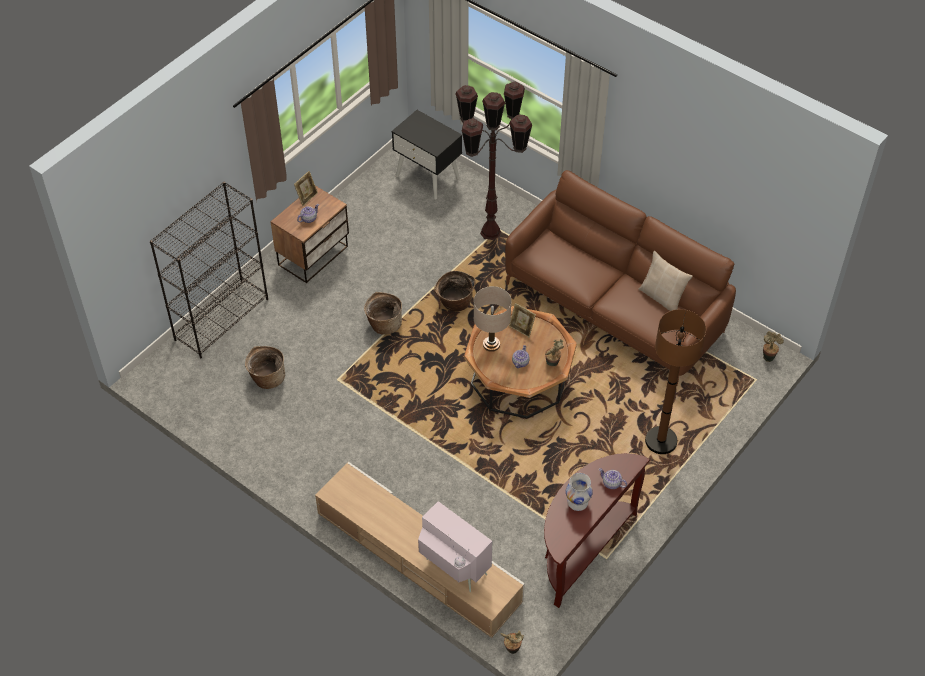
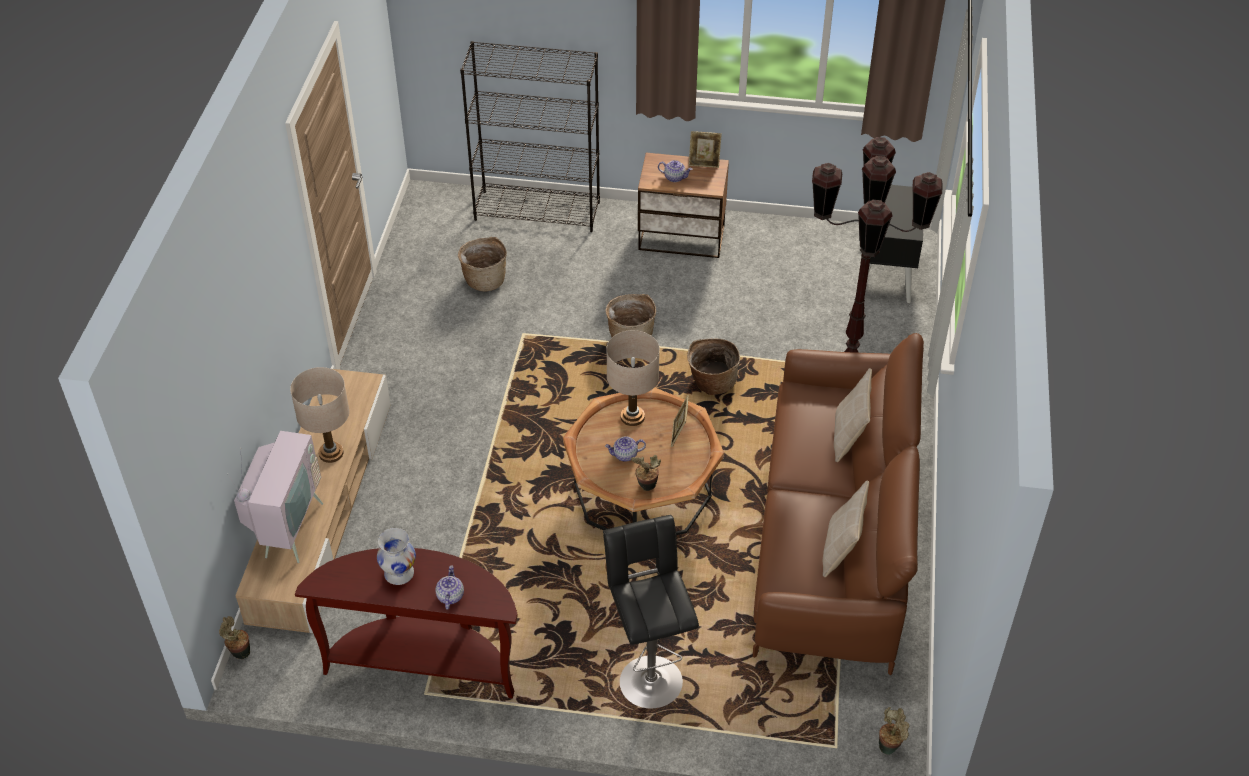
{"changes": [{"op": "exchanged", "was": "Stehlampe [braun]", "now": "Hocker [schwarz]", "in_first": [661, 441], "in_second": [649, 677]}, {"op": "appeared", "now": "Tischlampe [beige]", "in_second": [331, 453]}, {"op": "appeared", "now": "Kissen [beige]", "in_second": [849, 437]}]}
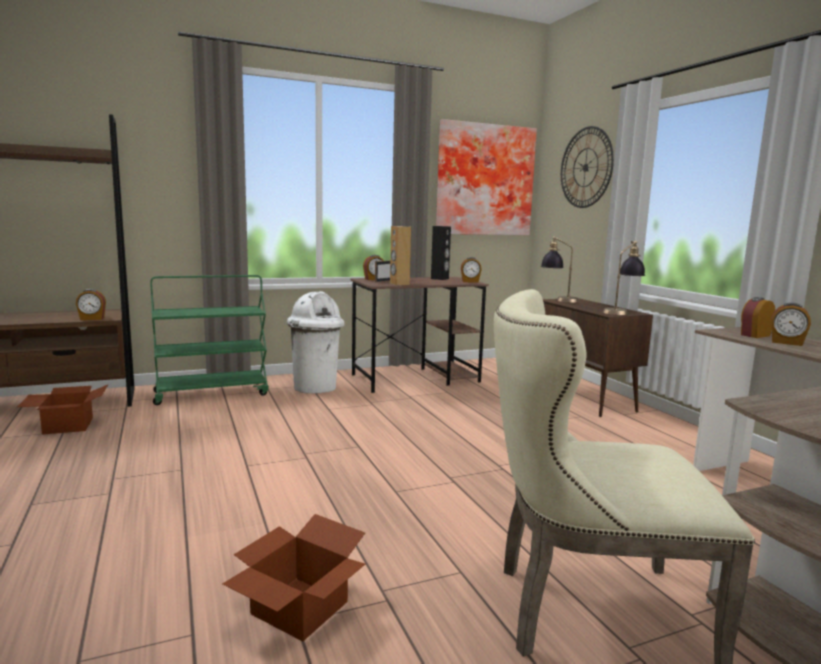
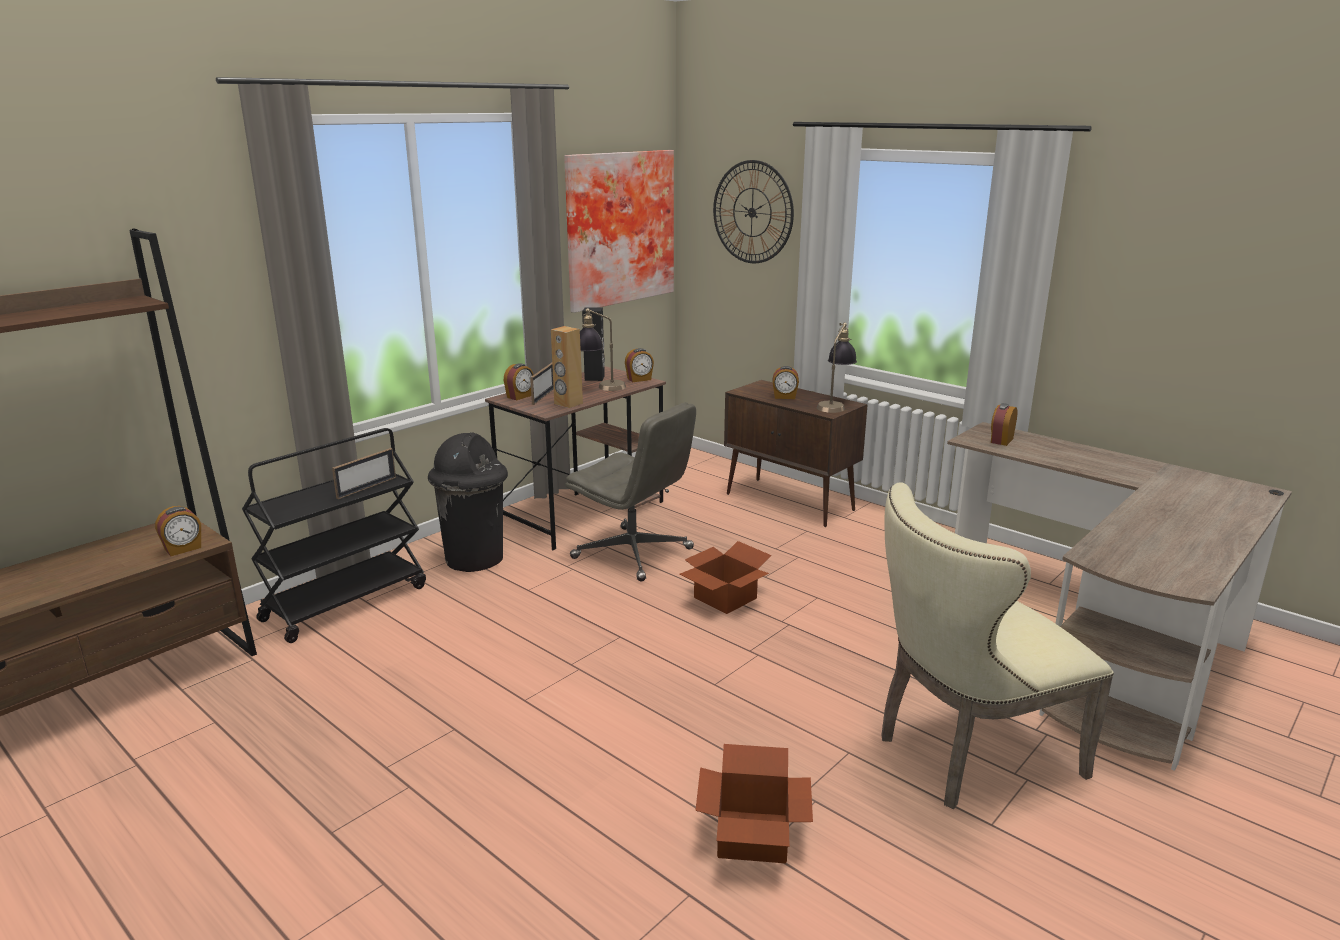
{"changes": [{"op": "relocated", "was": "Tischlampe", "in_first": [558, 300], "in_second": [601, 388]}, {"op": "colour", "was": "Rollwagen [grün]", "now": "Rollwagen [schwarz]", "in_first": [212, 393], "in_second": [346, 602]}, {"op": "colour", "was": "Mülleimer [weiß]", "now": "Mülleimer [schwarz]", "in_first": [316, 388], "in_second": [475, 559]}, {"op": "relocated", "was": "Wecker", "in_first": [786, 343], "in_second": [784, 397]}, {"op": "relocated", "was": "Karton", "in_first": [67, 425], "in_second": [723, 598]}, {"op": "appeared", "now": "Bürostuhl [grau]", "in_second": [634, 554]}, {"op": "appeared", "now": "Bilderrahmen", "in_second": [367, 487]}]}
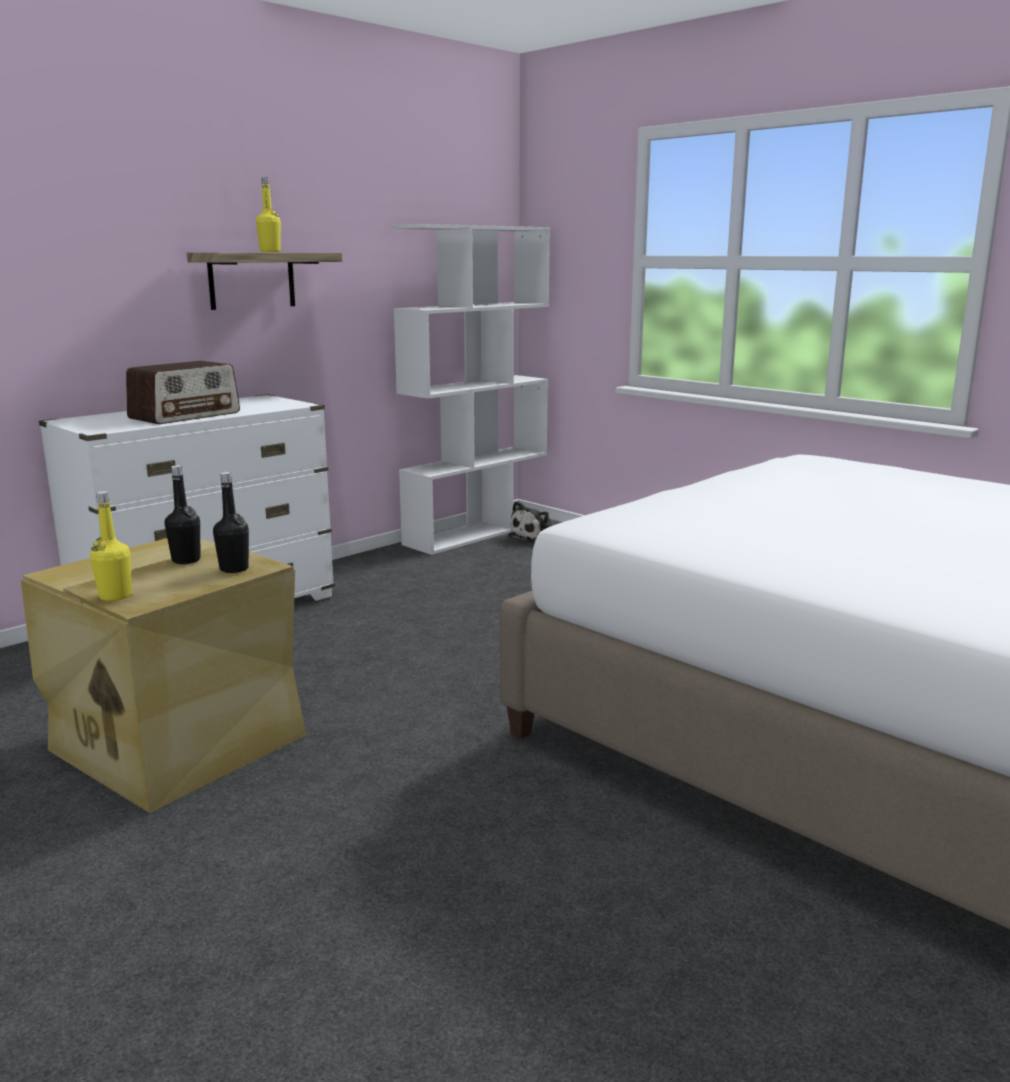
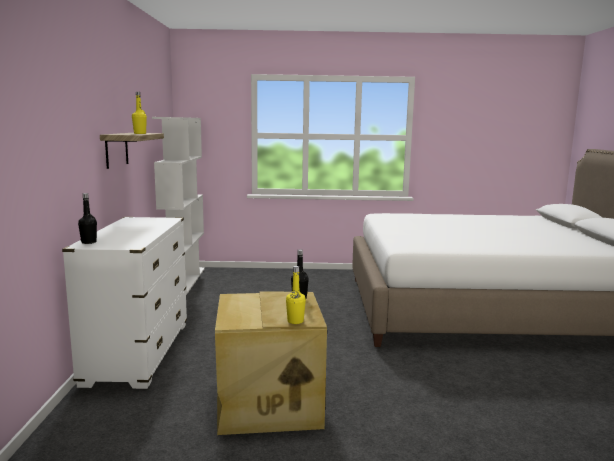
{"changes": [{"op": "missing", "was": "Radio", "in_first": [185, 415]}, {"op": "relocated", "was": "Flasche [schwarz]", "in_first": [186, 560], "in_second": [89, 242]}, {"op": "missing", "was": "Plüschtier", "in_first": [535, 537]}]}
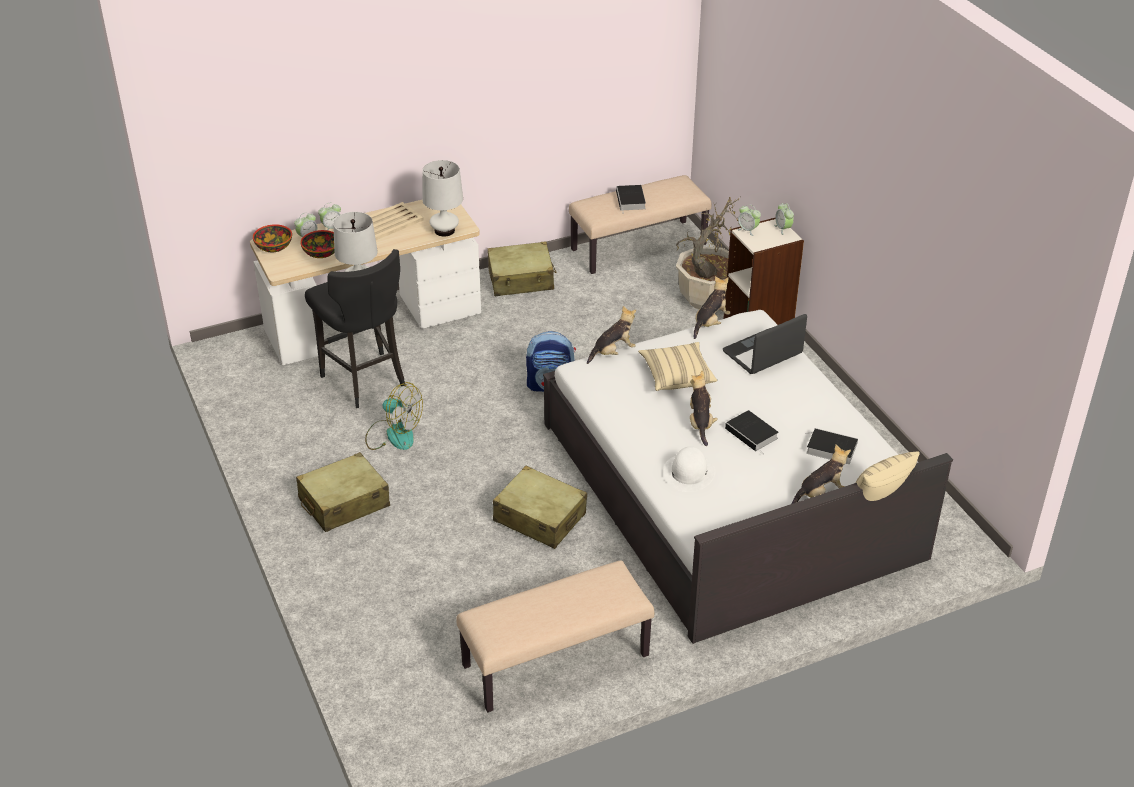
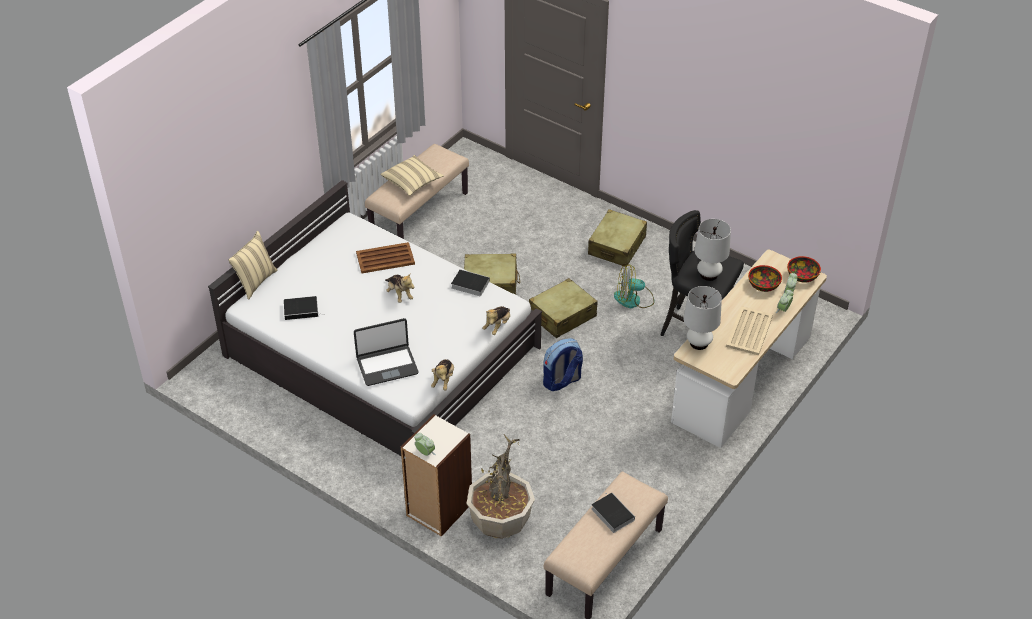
{"changes": [{"op": "missing", "was": "Wecker", "in_first": [748, 230]}, {"op": "relocated", "was": "Koffer [beige]", "in_first": [521, 279], "in_second": [562, 316]}, {"op": "spun", "was": "Laptop", "in_first": [763, 353], "in_second": [387, 366], "clockwise": 45}, {"op": "relocated", "was": "Kissen [beige]", "in_first": [677, 376], "in_second": [412, 182]}, {"op": "relocated", "was": "Buch", "in_first": [753, 434], "in_second": [469, 284]}, {"op": "missing", "was": "Plüschtier", "in_first": [820, 494]}, {"op": "exchanged", "was": "Hut [weiß]", "now": "Tablett [braun]", "in_first": [689, 472], "in_second": [386, 258]}]}
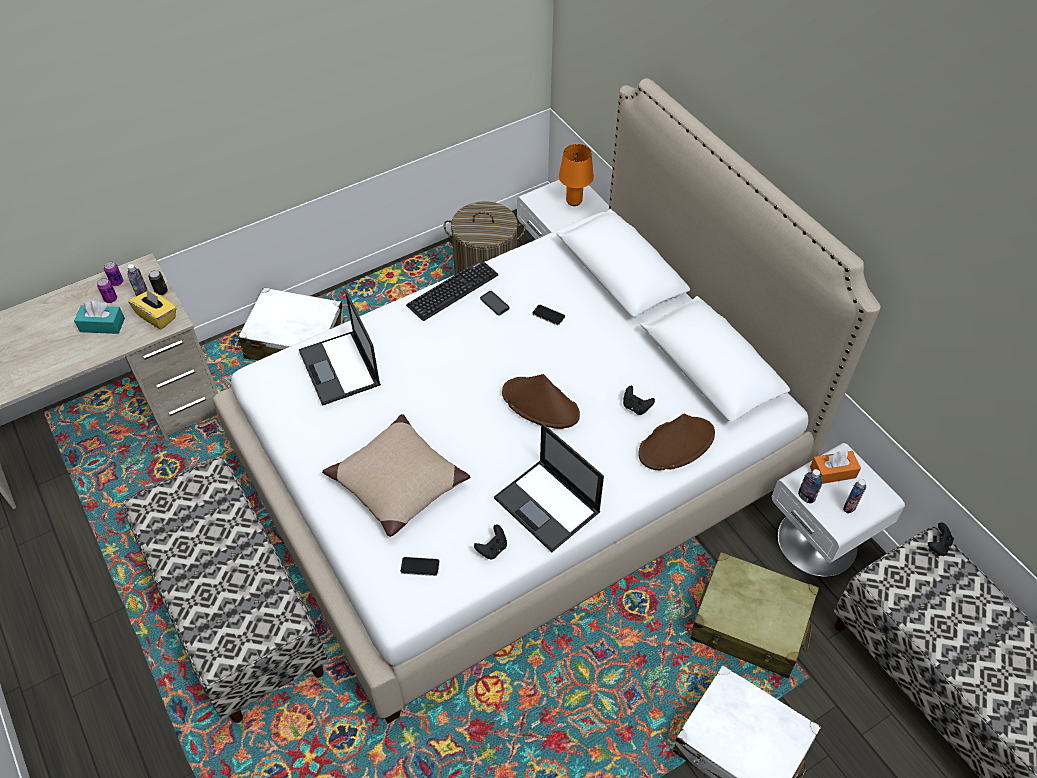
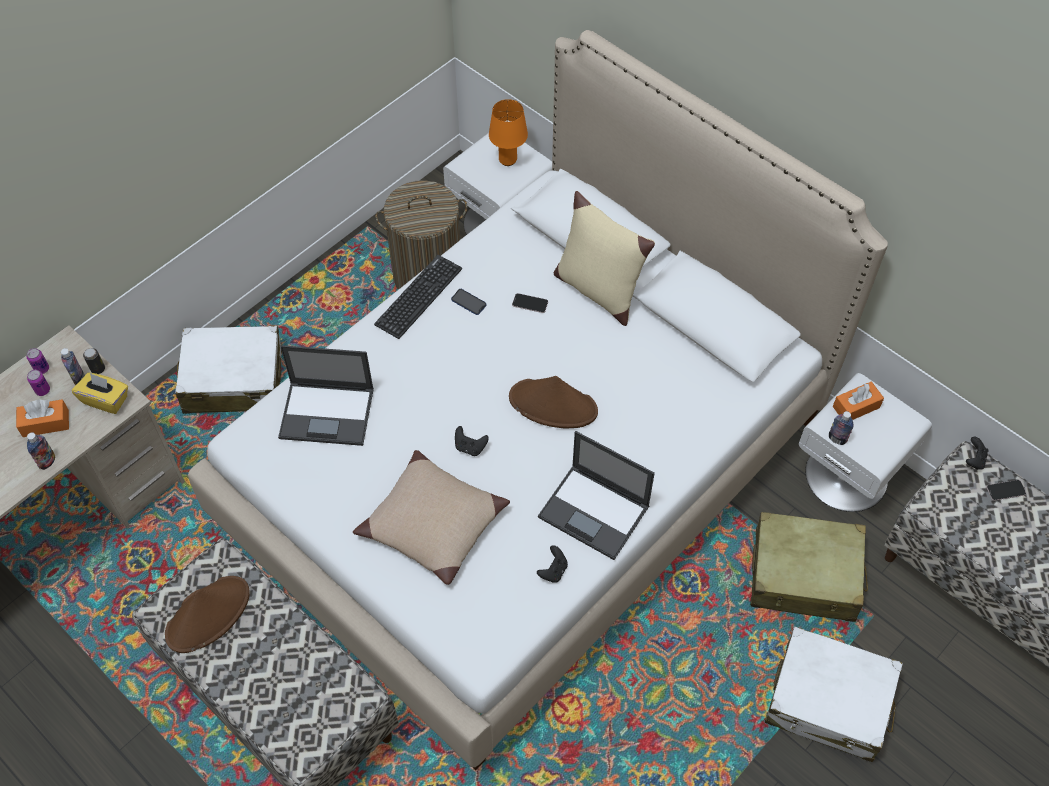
{"changes": [{"op": "spun", "was": "Laptop", "in_first": [340, 369], "in_second": [328, 413], "clockwise": -45}, {"op": "colour", "was": "Taschentuchbox [türkis]", "now": "Taschentuchbox [orange]", "in_first": [102, 325], "in_second": [45, 423]}, {"op": "relocated", "was": "Gamepad [schwarz]", "in_first": [636, 407], "in_second": [470, 447]}, {"op": "relocated", "was": "Hut [braun]", "in_first": [676, 444], "in_second": [208, 614]}, {"op": "relocated", "was": "Flasche", "in_first": [849, 507], "in_second": [47, 462]}, {"op": "relocated", "was": "Handy", "in_first": [420, 566], "in_second": [1005, 490]}, {"op": "appeared", "now": "Kissen [beige]", "in_second": [597, 290]}]}
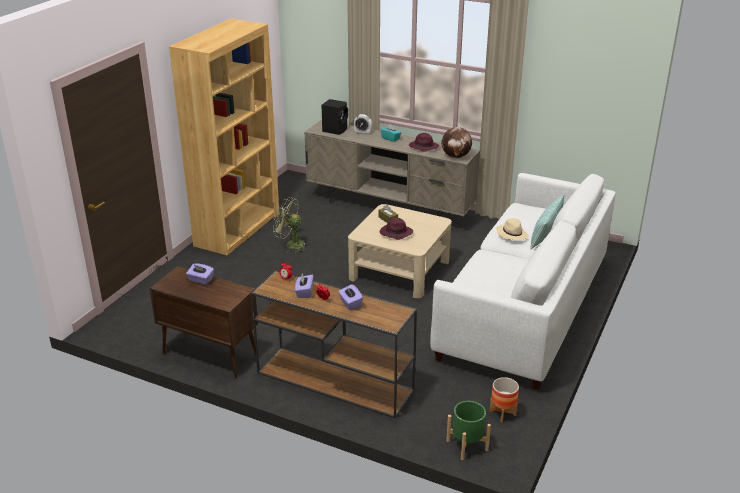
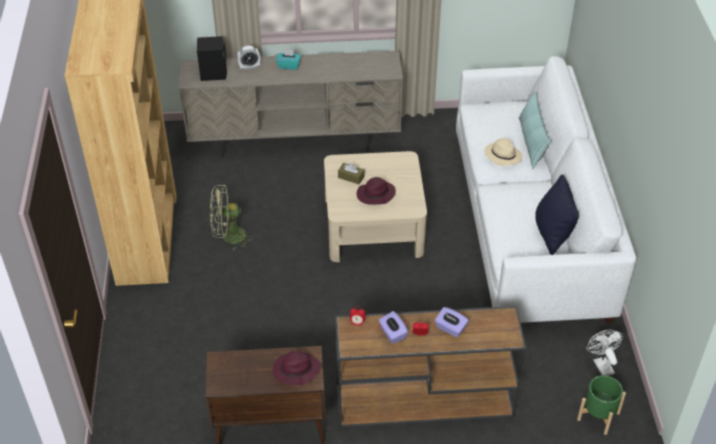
{"changes": [{"op": "missing", "was": "Globus", "in_first": [456, 156]}, {"op": "relocated", "was": "Hut [lila]", "in_first": [423, 147], "in_second": [295, 370]}, {"op": "missing", "was": "Taschentuchbox [lila]", "in_first": [201, 280]}, {"op": "exchanged", "was": "Pflanzkübel", "now": "Ventilator [weiß]", "in_first": [502, 413], "in_second": [601, 364]}, {"op": "appeared", "now": "Kissen [schwarz]", "in_second": [552, 233]}]}
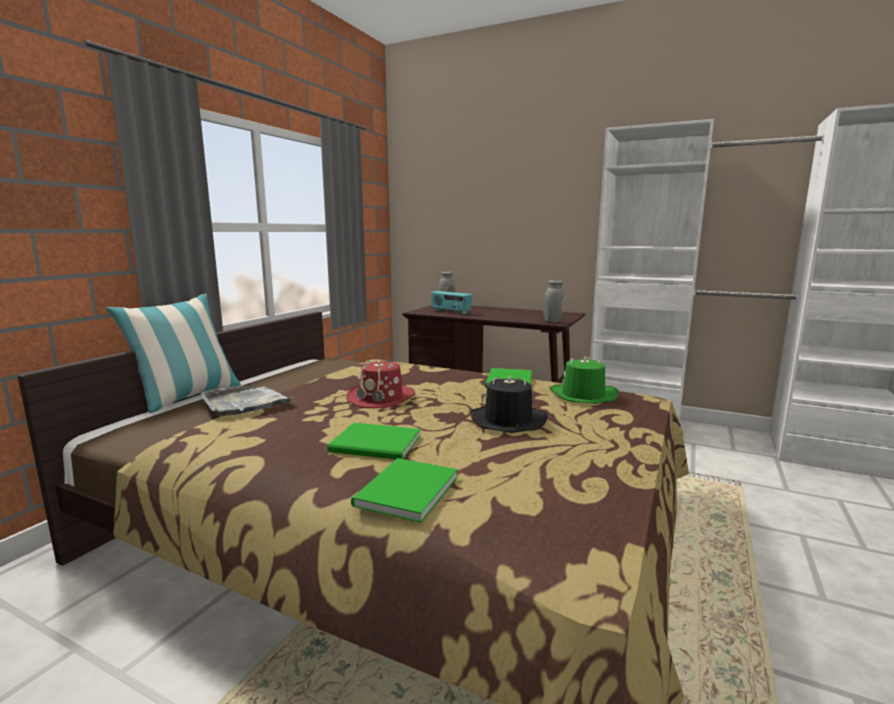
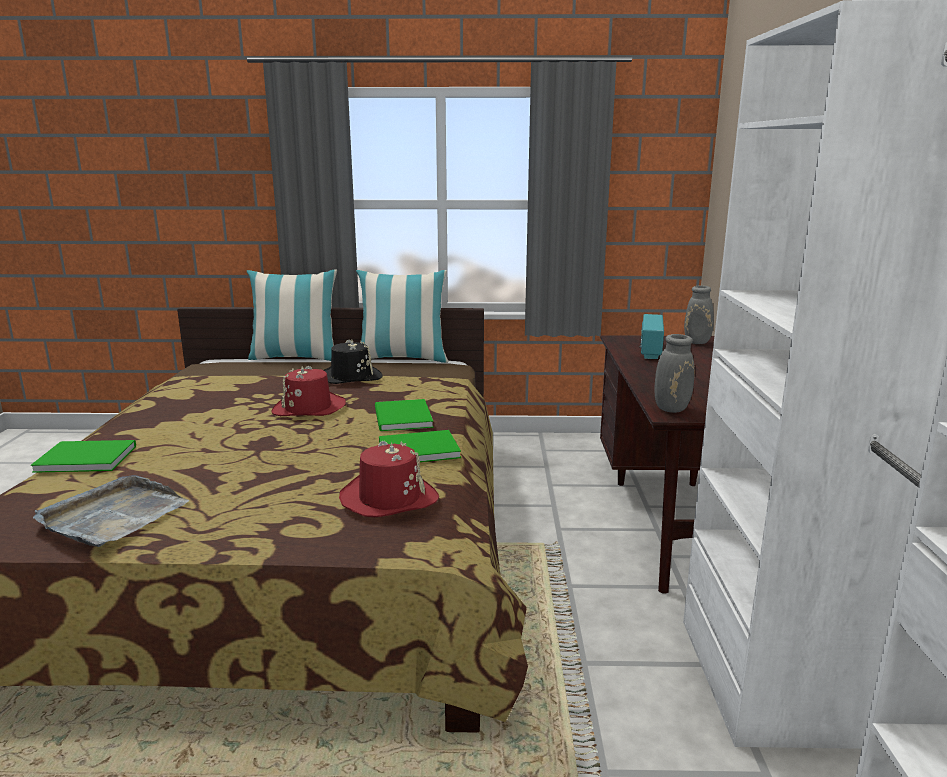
{"changes": [{"op": "colour", "was": "Hut [grün]", "now": "Hut [rot]", "in_first": [583, 395], "in_second": [388, 498]}, {"op": "relocated", "was": "Hut [schwarz]", "in_first": [508, 421], "in_second": [350, 377]}, {"op": "relocated", "was": "Tablett [grau]", "in_first": [245, 403], "in_second": [113, 516]}, {"op": "relocated", "was": "Buch [grün]", "in_first": [377, 445], "in_second": [401, 418]}, {"op": "appeared", "now": "Kissen", "in_second": [403, 358]}]}
